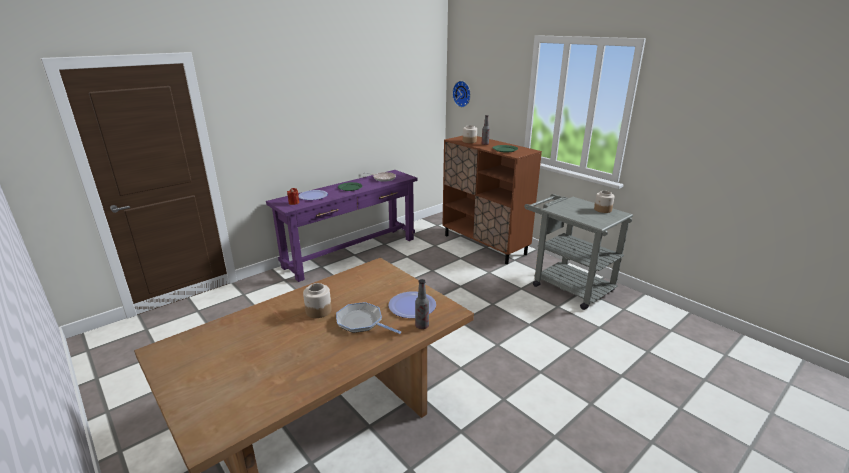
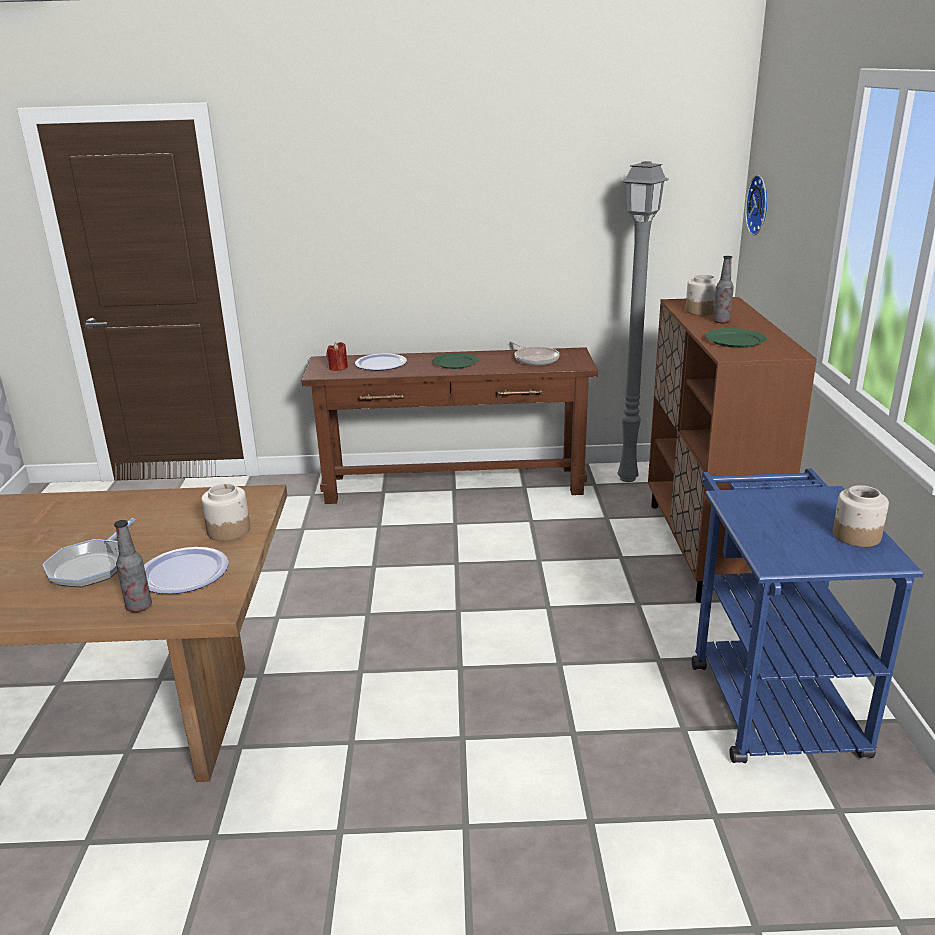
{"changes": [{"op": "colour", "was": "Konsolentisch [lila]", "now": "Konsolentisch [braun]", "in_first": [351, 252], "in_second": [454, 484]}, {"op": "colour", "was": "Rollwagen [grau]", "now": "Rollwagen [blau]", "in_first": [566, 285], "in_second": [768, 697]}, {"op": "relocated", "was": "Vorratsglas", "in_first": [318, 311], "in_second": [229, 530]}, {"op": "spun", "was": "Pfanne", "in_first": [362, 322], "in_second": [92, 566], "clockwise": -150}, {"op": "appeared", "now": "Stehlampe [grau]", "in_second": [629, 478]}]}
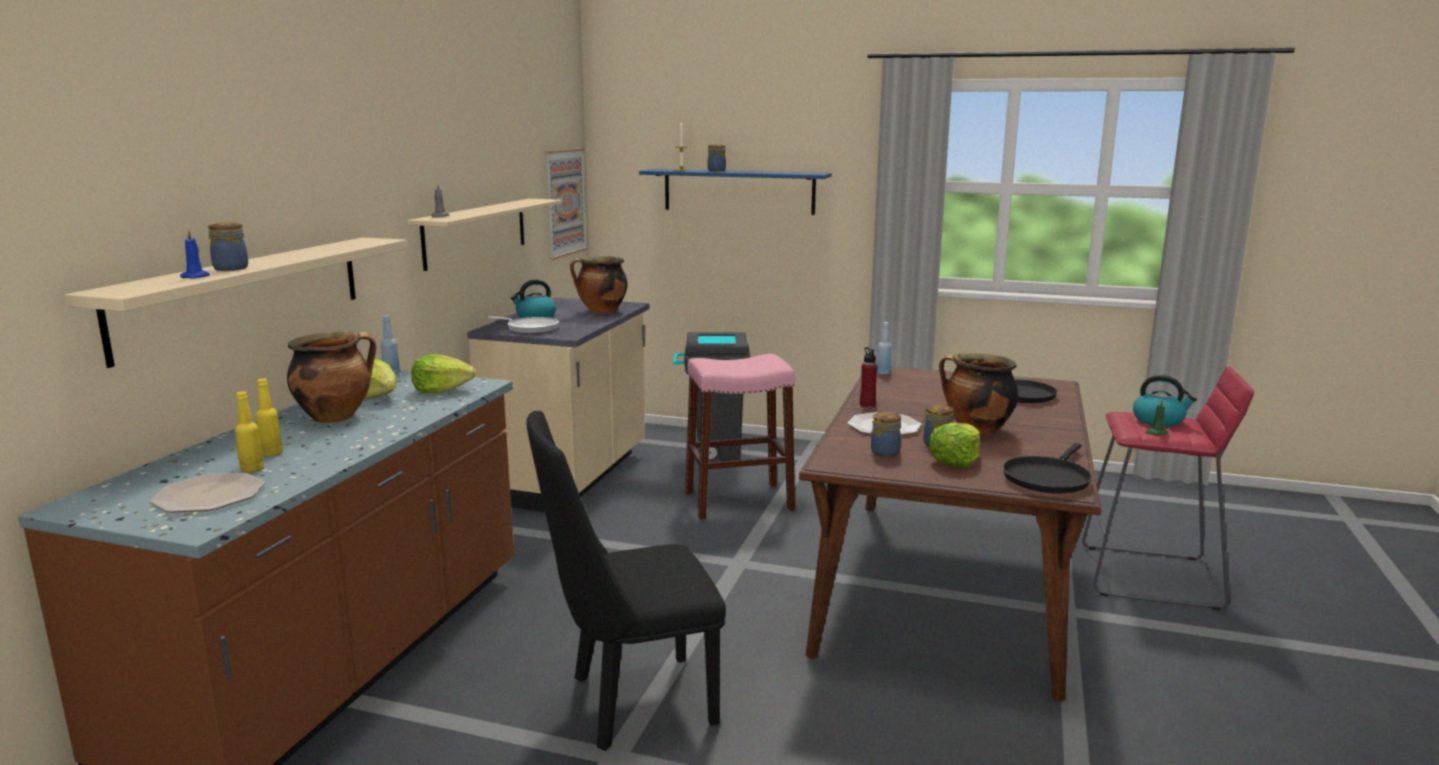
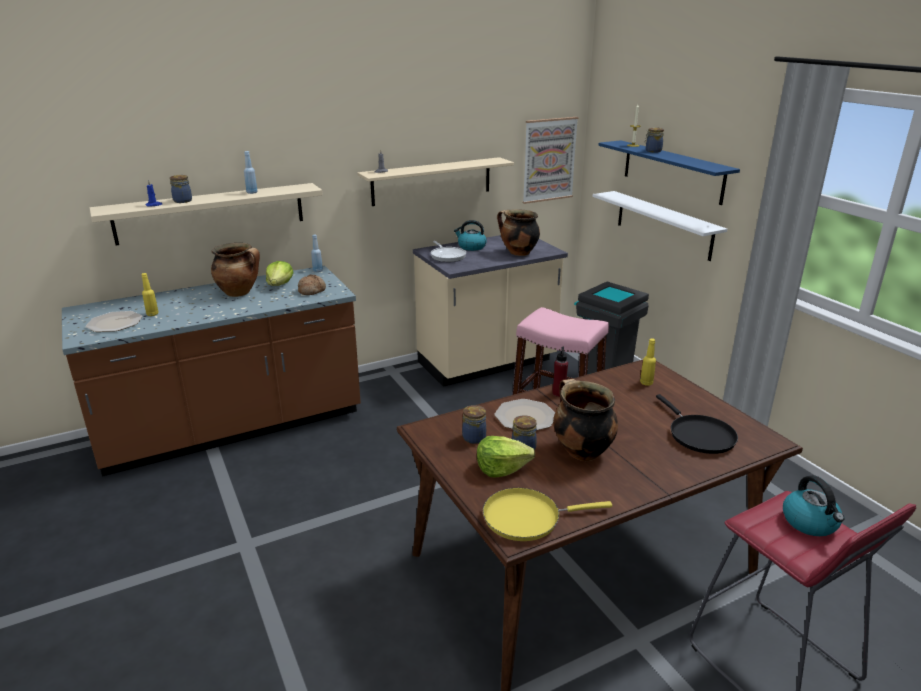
{"changes": [{"op": "relocated", "was": "Flasche [blau]", "in_first": [883, 373], "in_second": [252, 192]}, {"op": "exchanged", "was": "Salatkopf", "now": "Brot", "in_first": [441, 390], "in_second": [311, 290]}, {"op": "relocated", "was": "Flasche [gelb]", "in_first": [272, 453], "in_second": [646, 383]}, {"op": "missing", "was": "Kerze [grün]", "in_first": [1156, 433]}, {"op": "missing", "was": "Stuhl [schwarz]", "in_first": [629, 703]}, {"op": "colour", "was": "Pfanne [schwarz]", "now": "Pfanne [gelb]", "in_first": [1047, 478], "in_second": [527, 517]}, {"op": "appeared", "now": "Wandregal [weiß]", "in_second": [663, 225]}]}
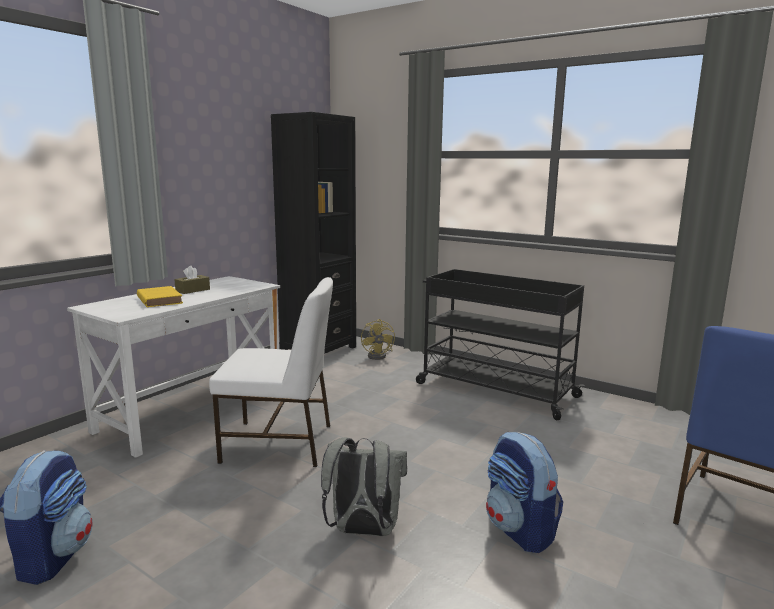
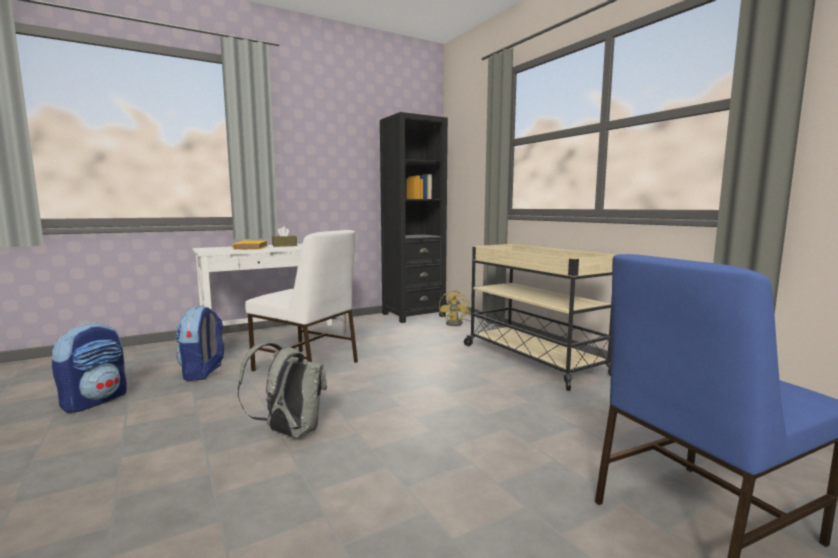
{"changes": [{"op": "colour", "was": "Rollwagen [schwarz]", "now": "Rollwagen [beige]", "in_first": [494, 390], "in_second": [531, 359]}, {"op": "relocated", "was": "Rucksack", "in_first": [520, 530], "in_second": [203, 372]}]}
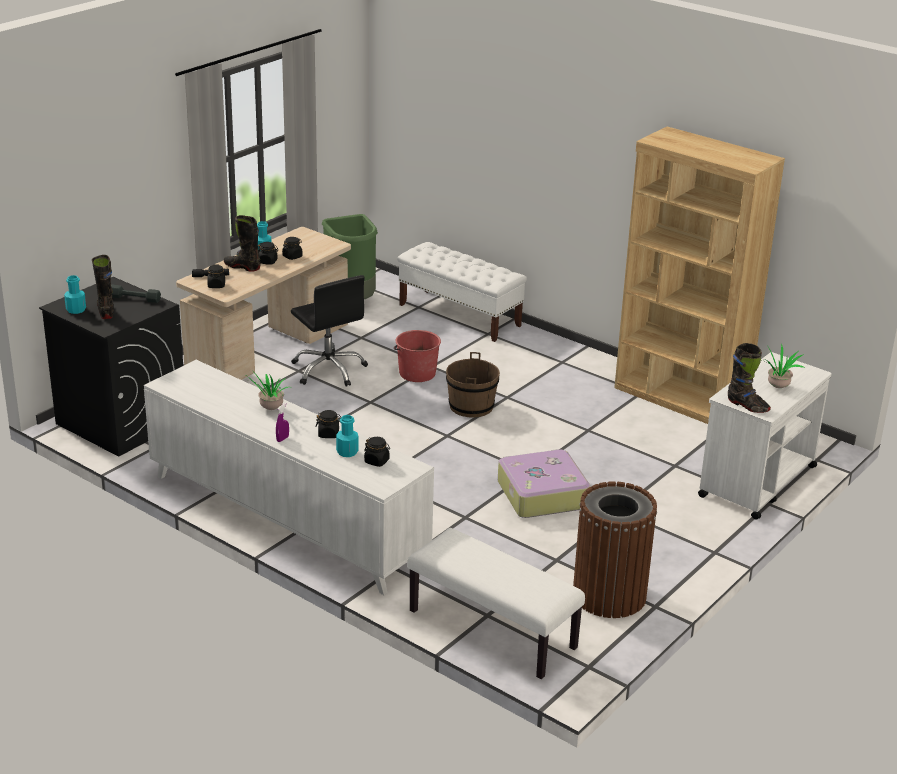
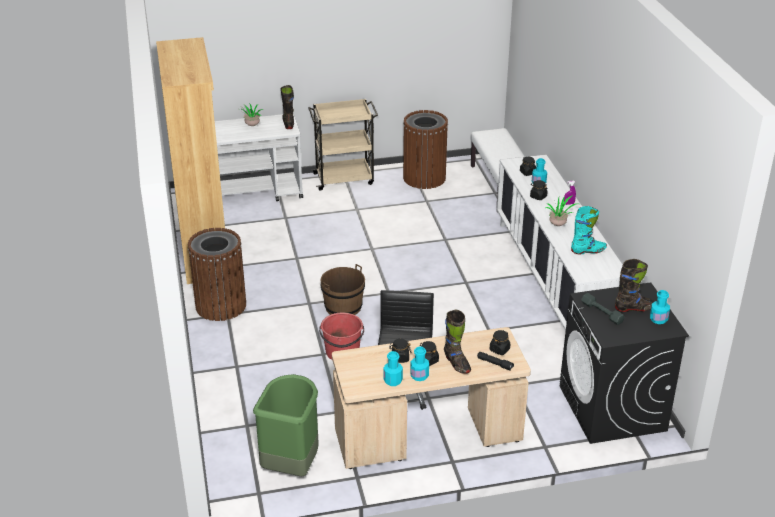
{"changes": [{"op": "missing", "was": "Bank [weiß]", "in_first": [460, 315]}, {"op": "spun", "was": "Stiefel [schwarz]", "in_first": [106, 311], "in_second": [634, 308], "clockwise": -120}, {"op": "missing", "was": "Koffer", "in_first": [541, 494]}, {"op": "appeared", "now": "Rollwagen [beige]", "in_second": [344, 178]}, {"op": "appeared", "now": "Stiefel [türkis]", "in_second": [588, 251]}, {"op": "appeared", "now": "Mülleimer [braun]", "in_second": [221, 305]}, {"op": "appeared", "now": "Flasche [türkis]", "in_second": [393, 381]}]}
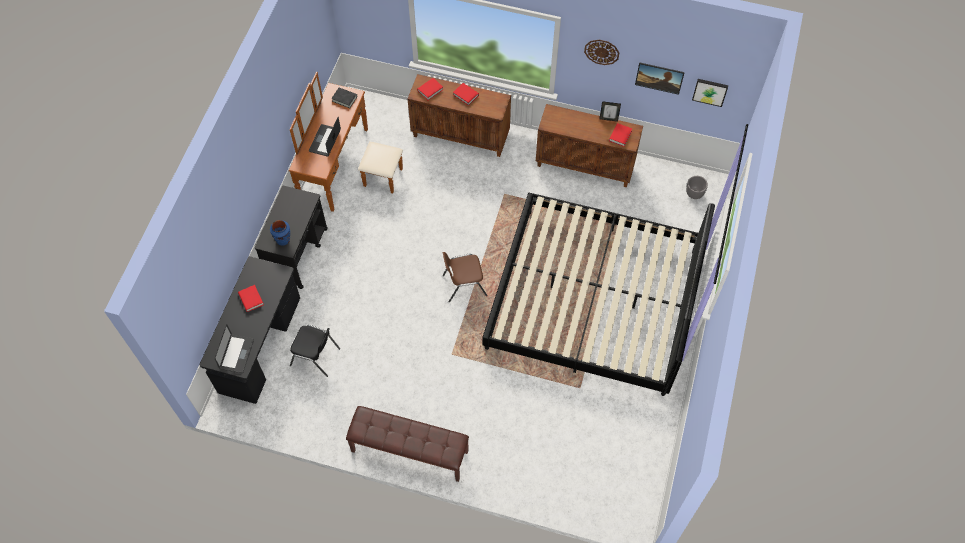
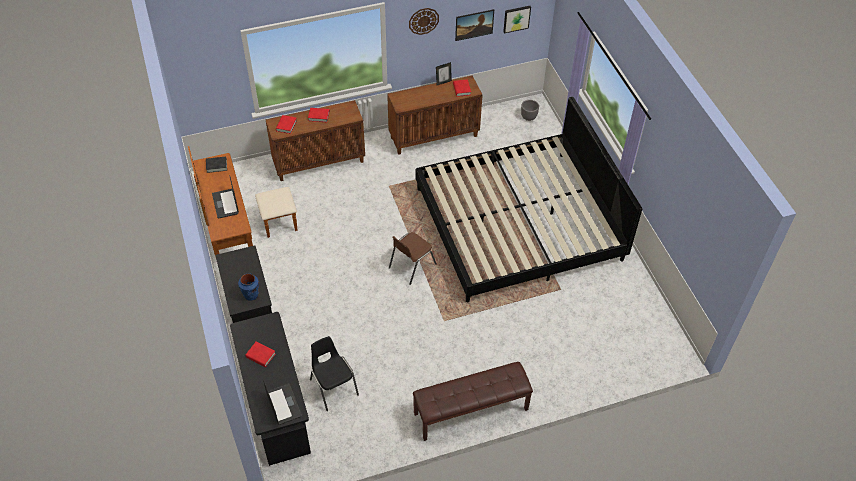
{"changes": [{"op": "spun", "was": "Stuhl [schwarz]", "in_first": [316, 357], "in_second": [333, 387], "clockwise": -105}]}
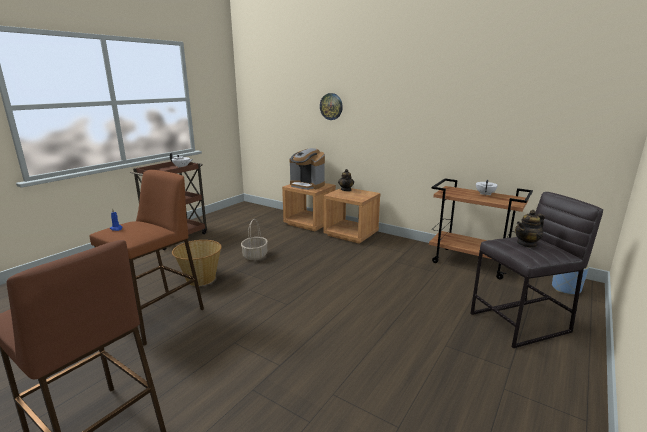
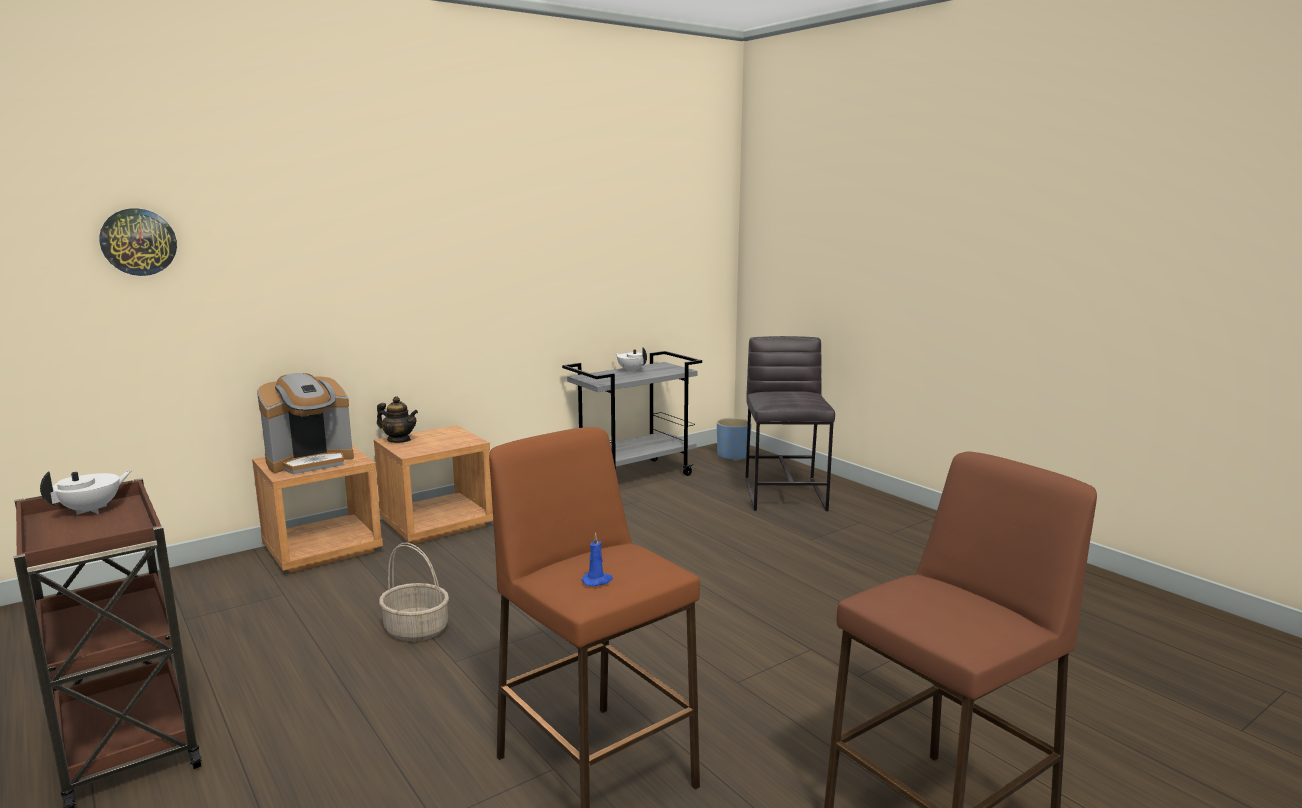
{"changes": [{"op": "relocated", "was": "Wanduhr", "in_first": [331, 106], "in_second": [138, 242]}, {"op": "colour", "was": "Rollwagen [braun]", "now": "Rollwagen [grau]", "in_first": [471, 263], "in_second": [634, 476]}, {"op": "missing", "was": "Teekanne", "in_first": [527, 244]}, {"op": "missing", "was": "Korb", "in_first": [200, 278]}]}
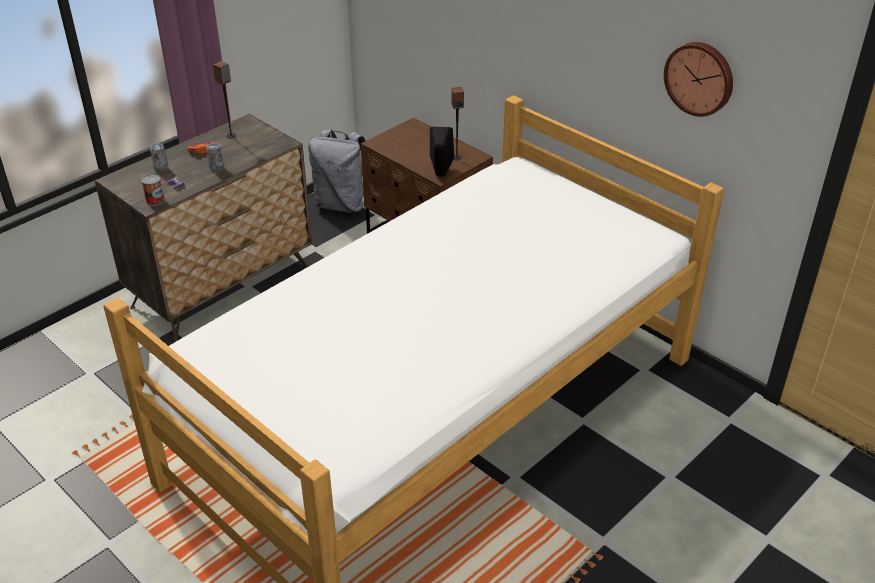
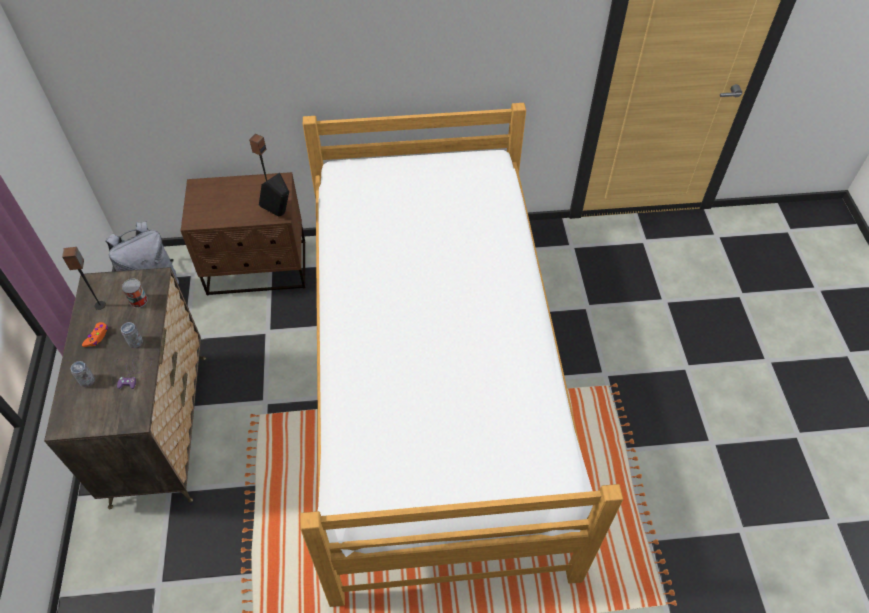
{"changes": [{"op": "missing", "was": "Wanduhr", "in_first": [700, 78]}, {"op": "relocated", "was": "Dose", "in_first": [155, 200], "in_second": [138, 300]}]}
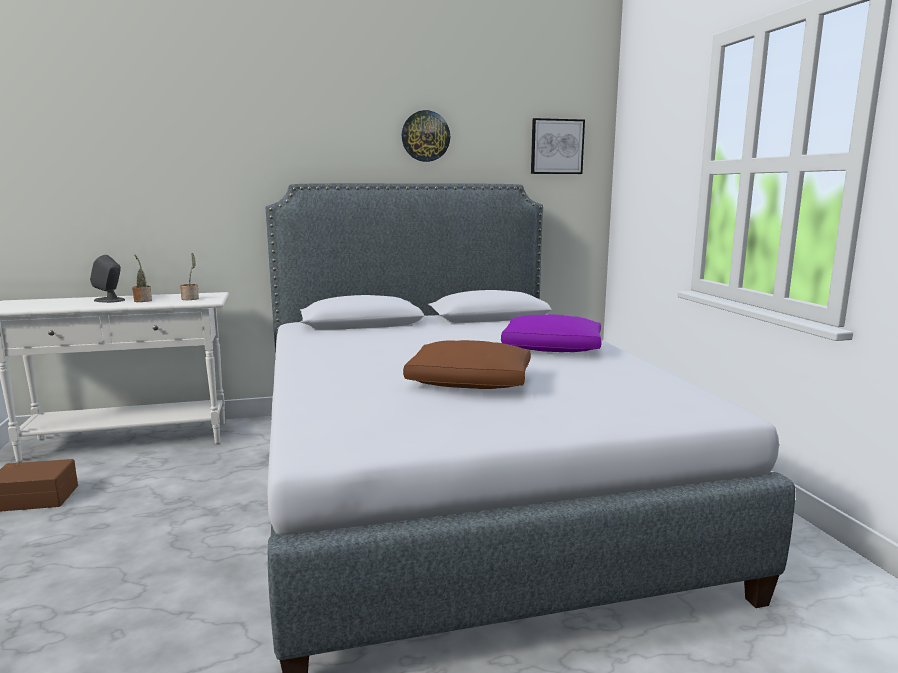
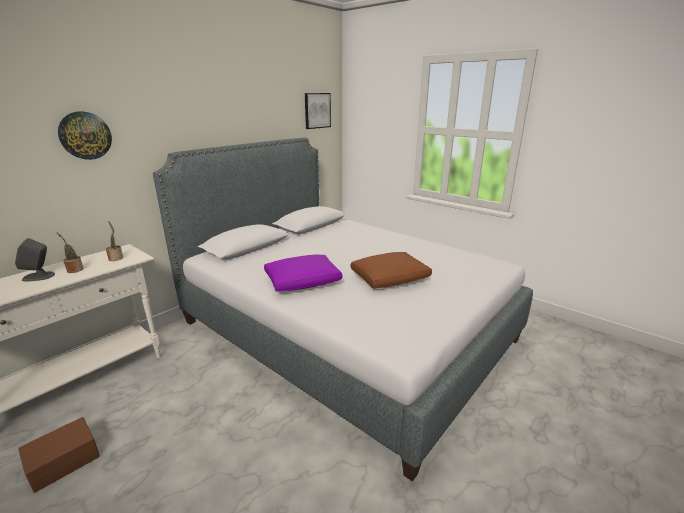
{"changes": [{"op": "relocated", "was": "Wanduhr", "in_first": [425, 136], "in_second": [85, 135]}, {"op": "relocated", "was": "Kissen [lila]", "in_first": [550, 348], "in_second": [302, 282]}]}
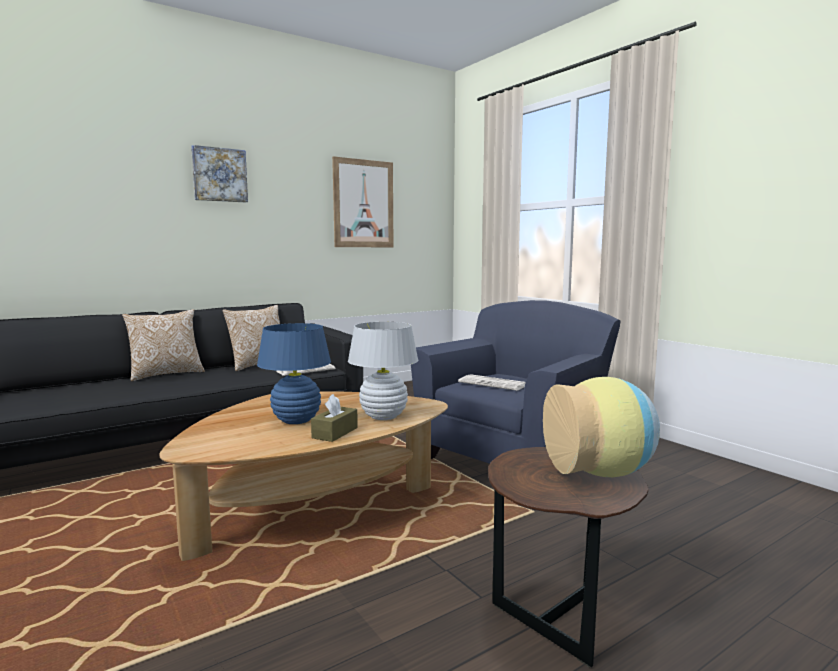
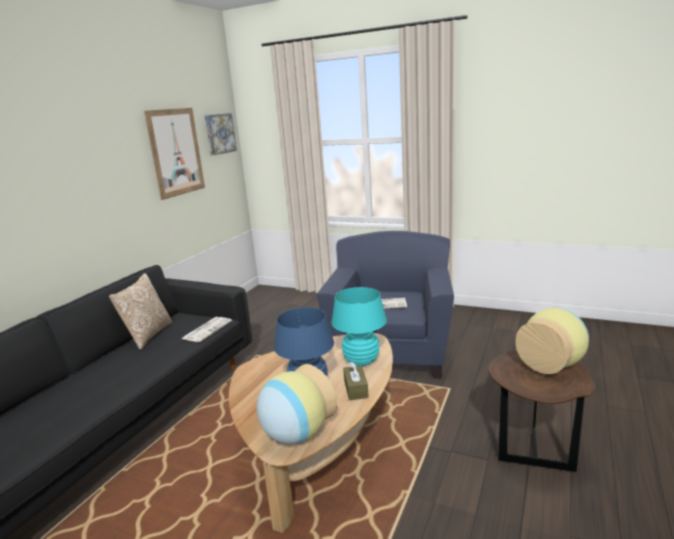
{"changes": [{"op": "relocated", "was": "Bild", "in_first": [219, 175], "in_second": [219, 133]}, {"op": "missing", "was": "Kissen", "in_first": [166, 374]}, {"op": "colour", "was": "Tischlampe [weiß]", "now": "Tischlampe [türkis]", "in_first": [383, 416], "in_second": [361, 361]}, {"op": "appeared", "now": "Vase", "in_second": [295, 434]}]}
